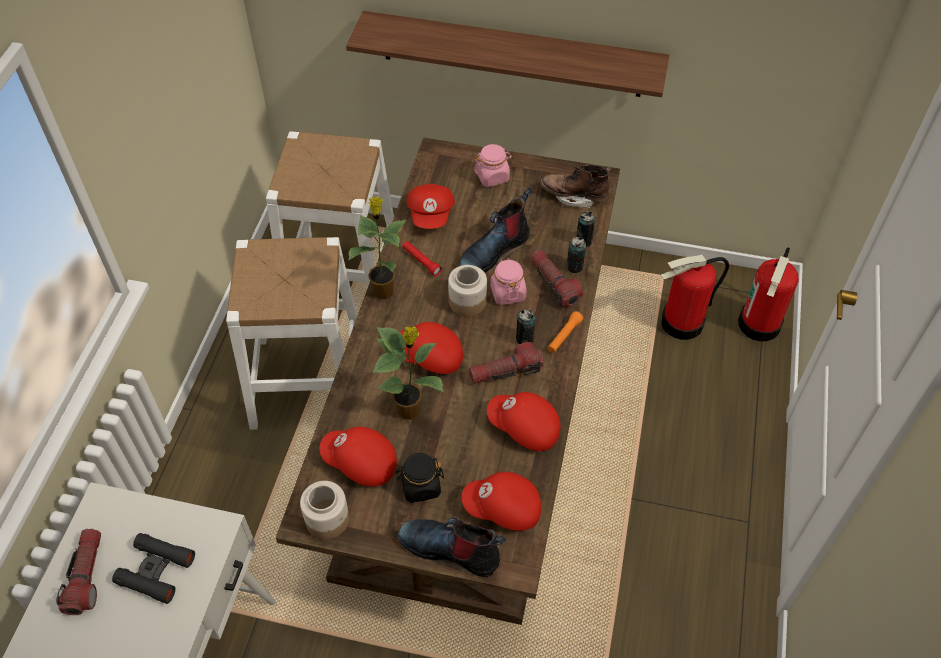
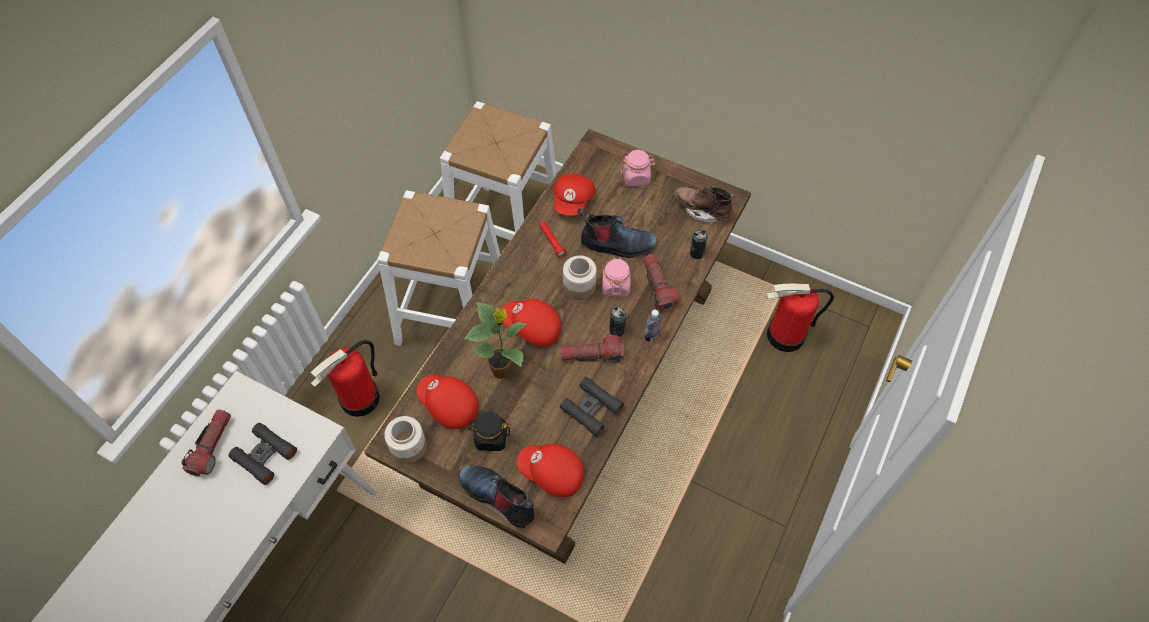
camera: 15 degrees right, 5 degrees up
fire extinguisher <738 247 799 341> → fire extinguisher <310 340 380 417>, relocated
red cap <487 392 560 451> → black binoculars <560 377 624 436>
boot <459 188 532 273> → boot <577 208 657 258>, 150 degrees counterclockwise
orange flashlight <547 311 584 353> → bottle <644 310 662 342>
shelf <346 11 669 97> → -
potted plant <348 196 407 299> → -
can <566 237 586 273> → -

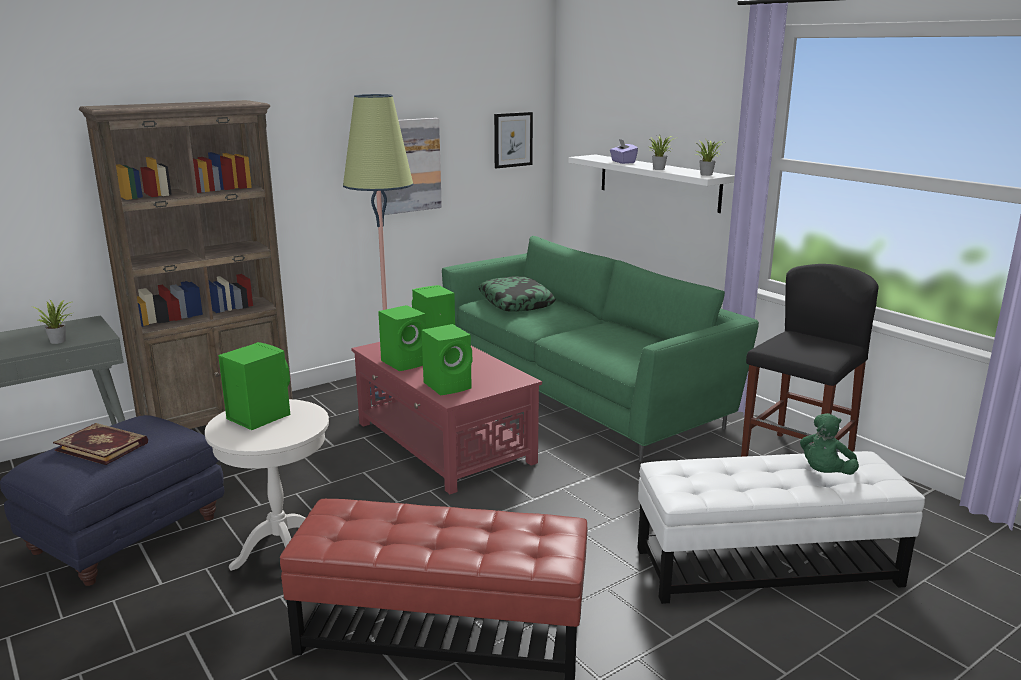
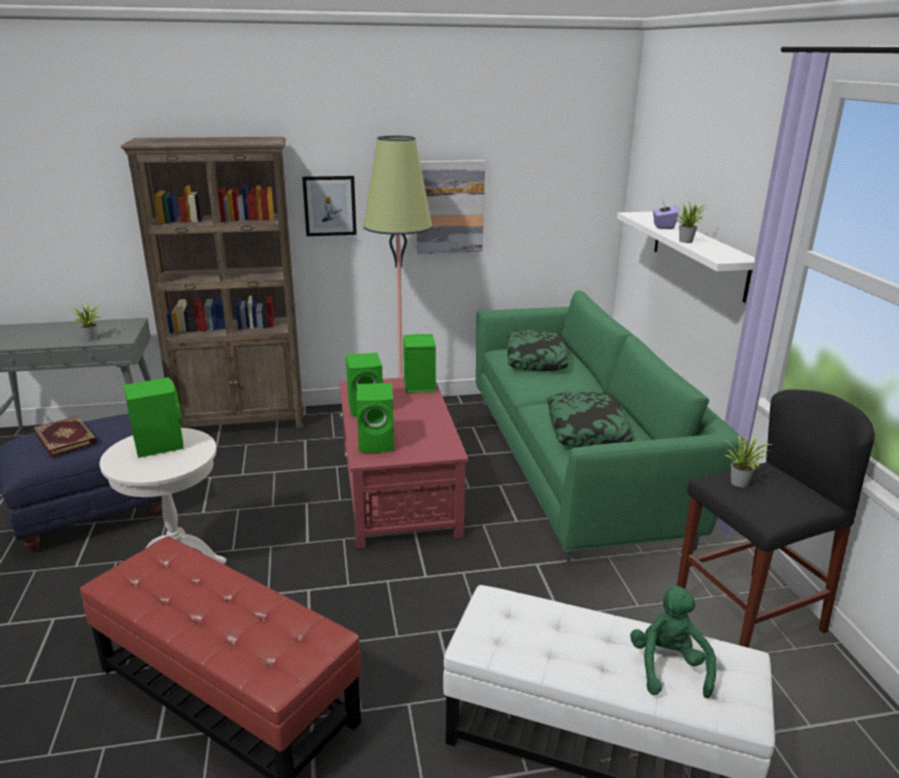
camera: 25 degrees right, 5 degrees up
picture <494 112 533 169> → picture <302 176 357 236>, relocated
- → pillow <547 392 633 447>
green plush toy <800 413 859 475> → green plush toy <630 586 717 698>, 120 degrees clockwise
potted plant <695 140 726 176> → potted plant <724 434 772 487>, relocated

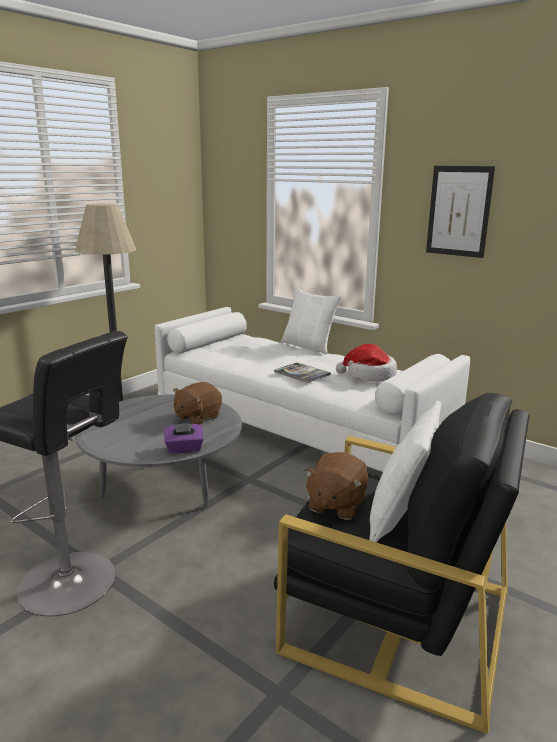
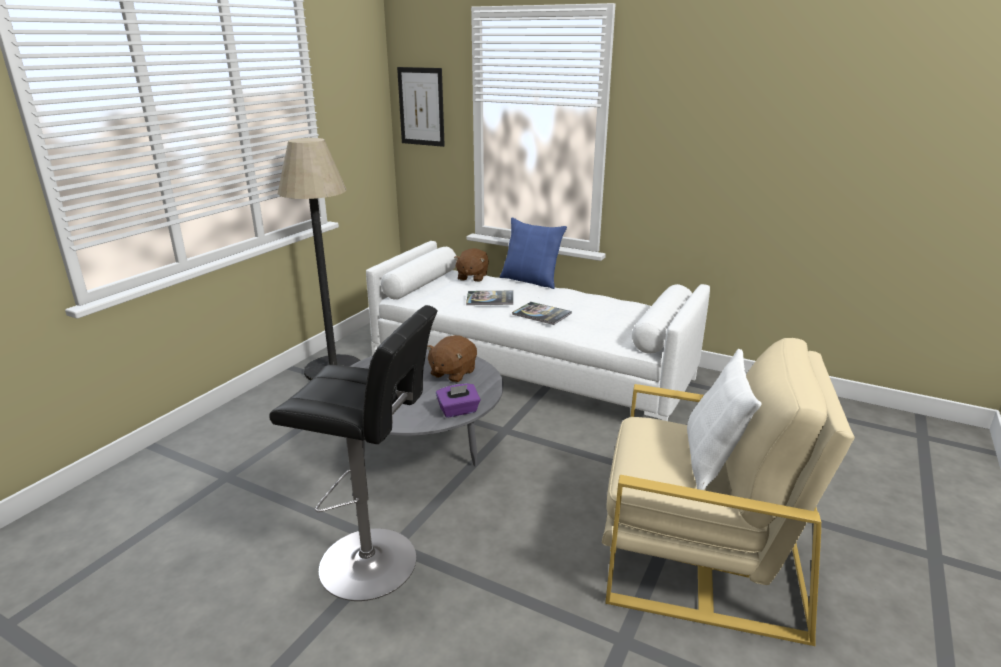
camera: 10 degrees left, 5 degrees up
picture <426 166 495 258> → picture <397 67 445 147>, relocated
brown plush toy <303 452 369 520> → brown plush toy <454 248 489 282>, relocated
- → book <466 291 513 305>
white pillow <281 287 342 354> → blue pillow <500 217 567 289>
black armchair <274 393 530 734> → beige armchair <602 338 855 646>
hat <336 344 397 381> → -

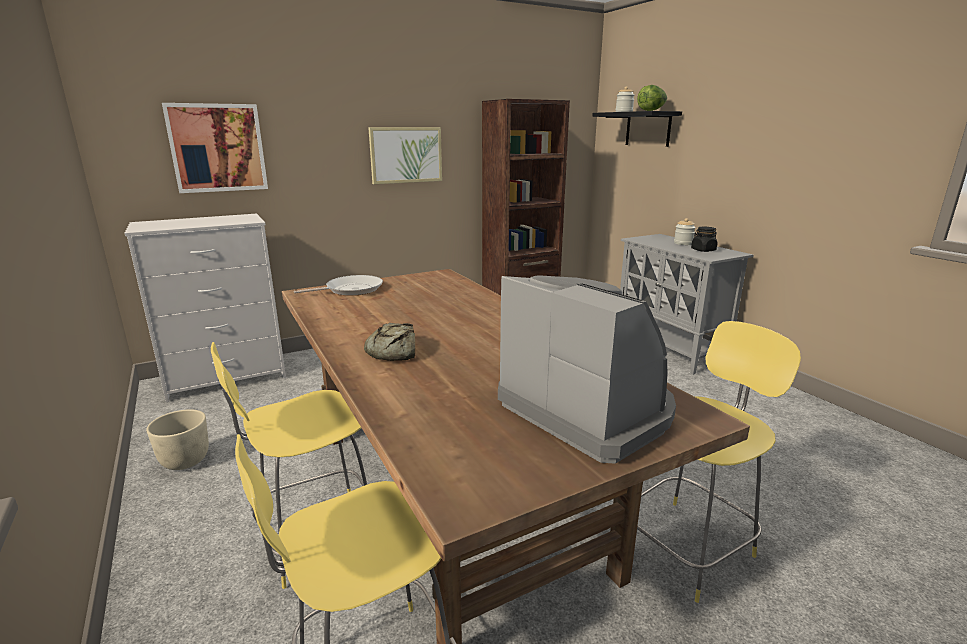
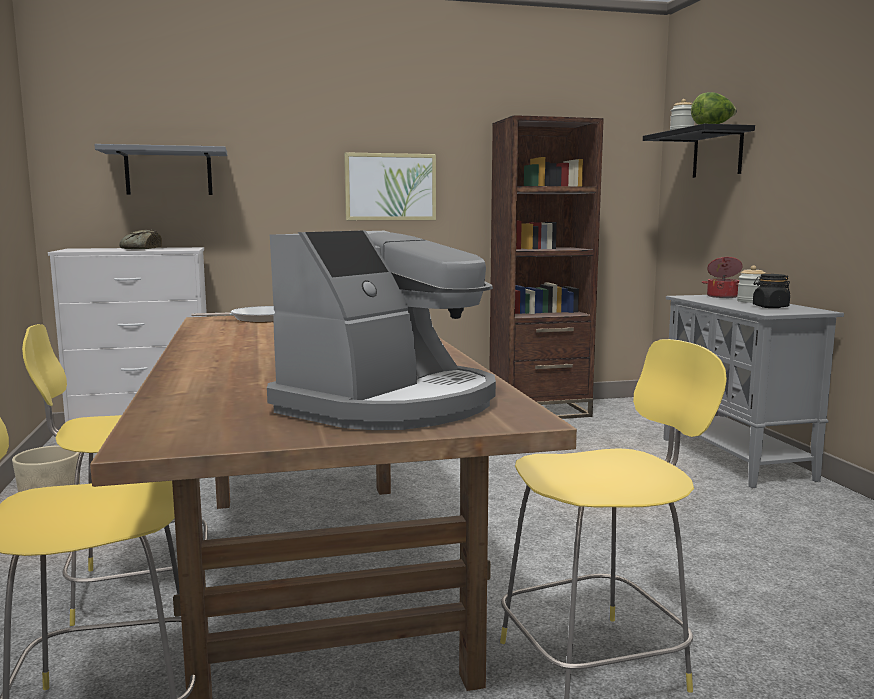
camera: 15 degrees right, 10 degrees down
picture <162 103 268 193> → grey shelf <94 144 227 195>
bread <364 323 415 361> → bread <119 230 162 249>, relocated
coffee machine <498 275 676 464> → coffee machine <267 231 496 430>, 60 degrees clockwise
- → cooking pot <702 257 742 298>

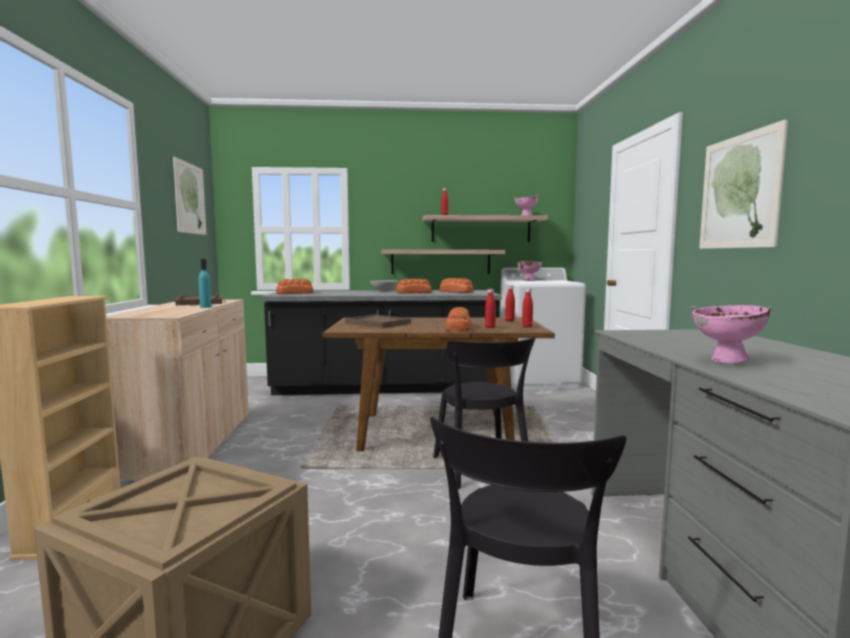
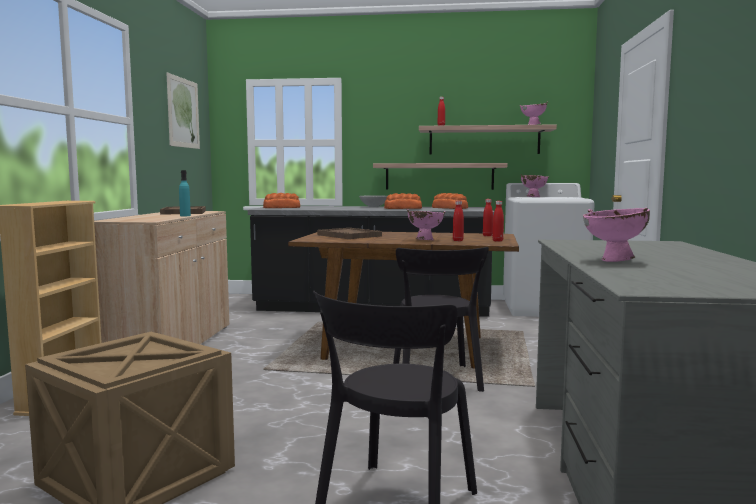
camera: 10 degrees right, 0 degrees up
bread <445 307 471 331> → pink bowl <407 209 445 240>
picture <699 119 788 249> → -

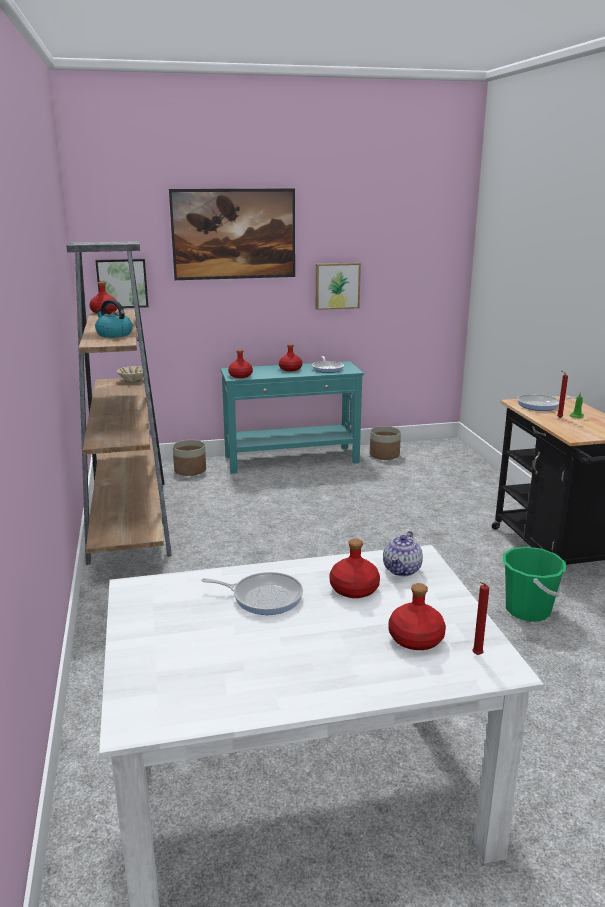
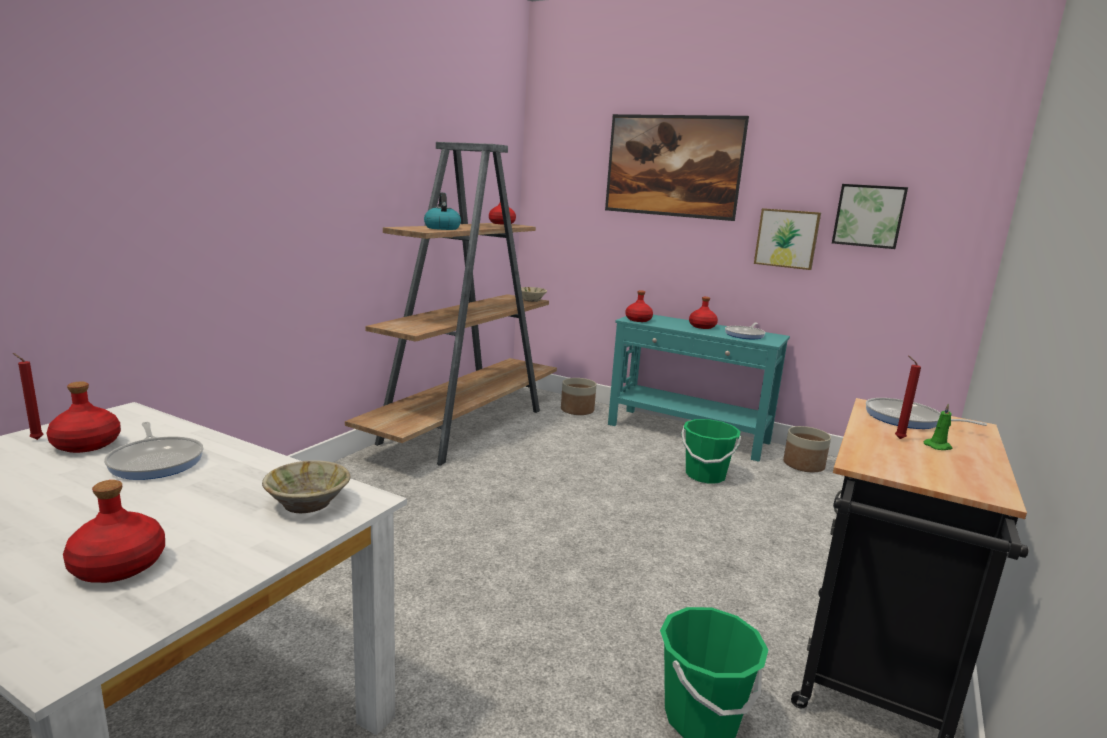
camera: 40 degrees right, 5 degrees down
red candle <473 582 489 655> → red candle <13 353 44 440>, relocated
red bottle <330 539 380 598> → red bottle <47 382 121 453>, relocated
teapot <383 531 423 576> → beige bowl <262 460 350 513>
- → green bucket <681 419 741 484>
picture <95 259 148 308> → picture <832 184 908 249>, relocated

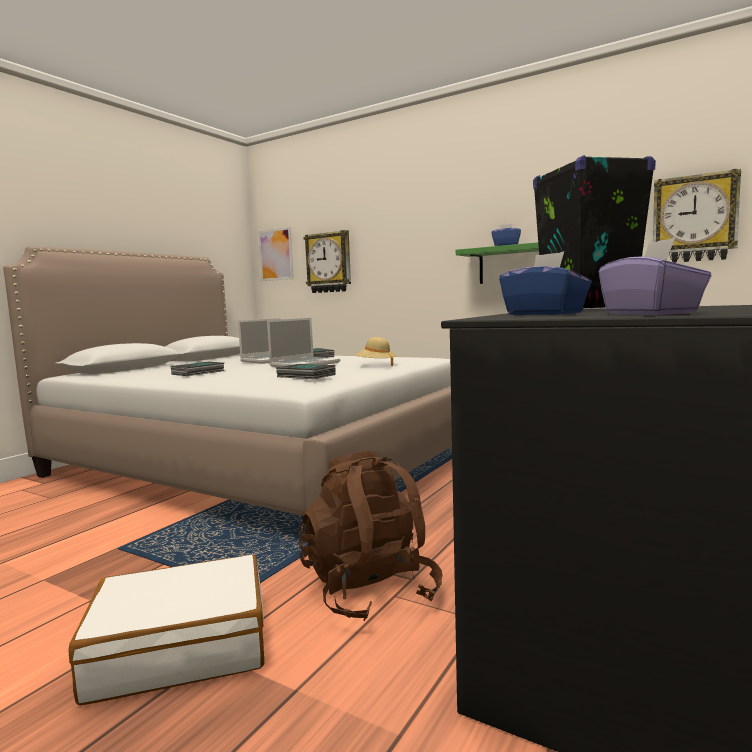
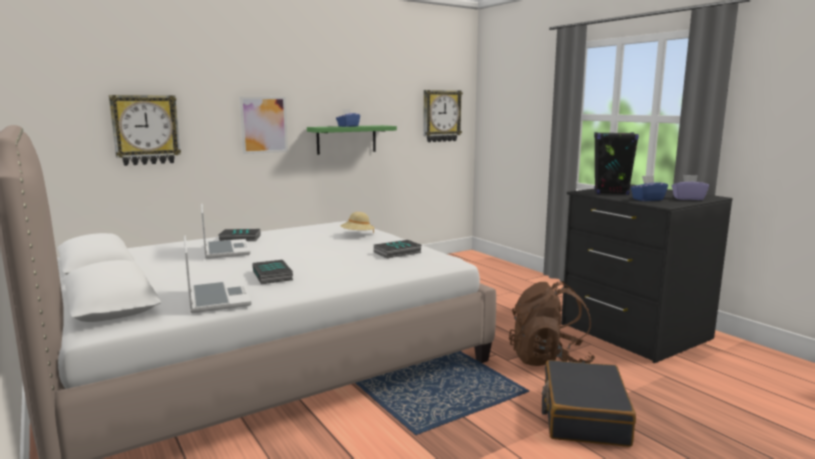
camera: 65 degrees left, 5 degrees up
laptop <267 318 340 367> → laptop <184 235 251 313>, relocated
picture <258 227 294 281> → picture <239 96 288 154>, relocated
white suitcase <68 554 264 706> → black suitcase <542 360 636 447>

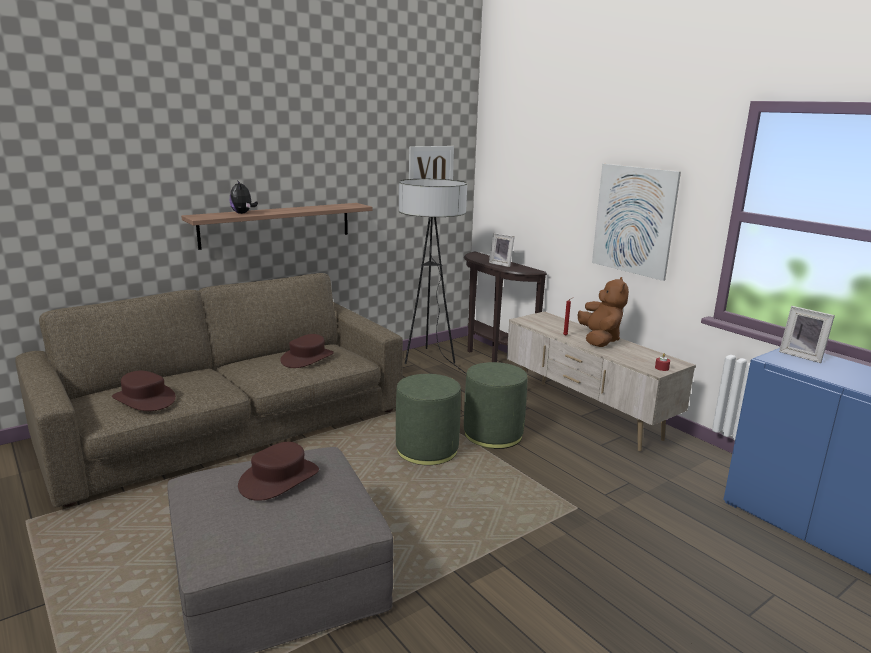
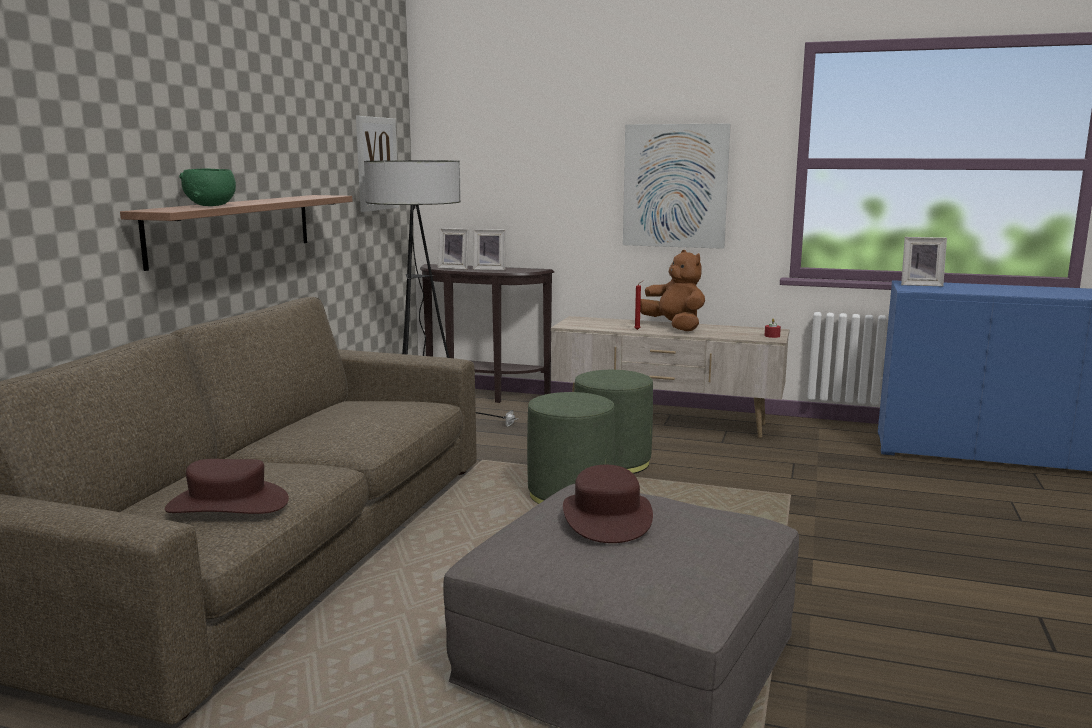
camera: 35 degrees left, 5 degrees down
plush toy <230 180 258 214> → green bowl <179 168 236 206>
- → picture frame <437 228 469 270>
brown hat <280 334 334 368> → -

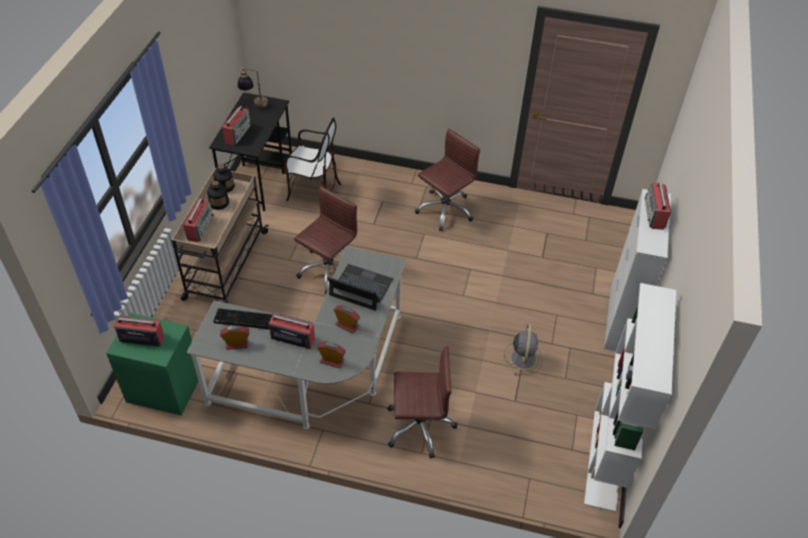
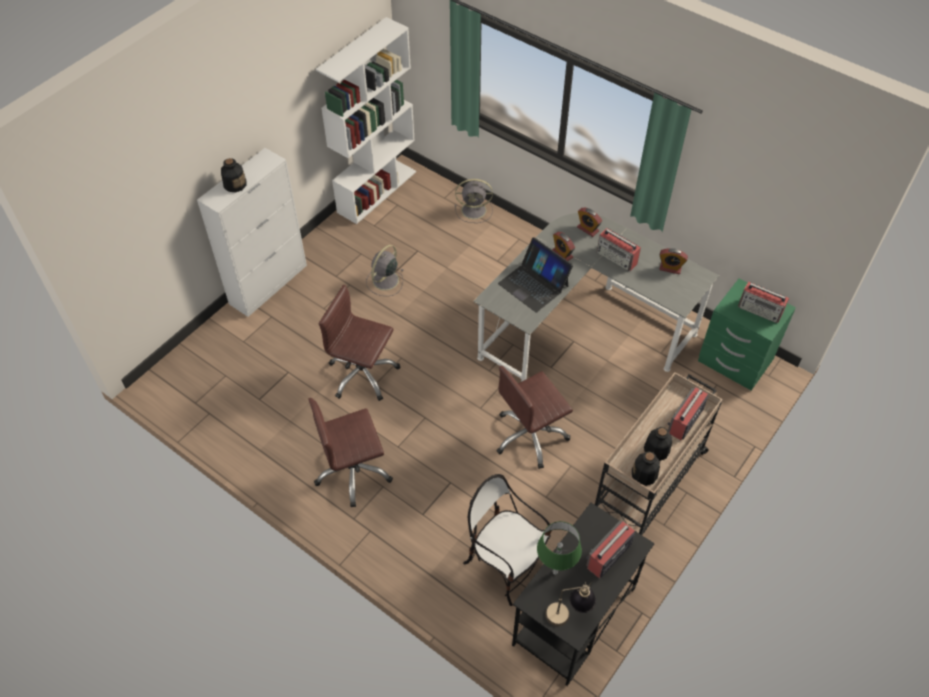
camera: 155 degrees left, 5 degrees up
radio <644 182 671 230> → bottle <221 158 247 193>
brown office chair <387 346 457 459> → brown office chair <319 285 400 401>, relocated
- → grey fan <455 179 493 223>
- → green table lamp <537 521 582 575>
keyboard <213 308 273 329> → -

